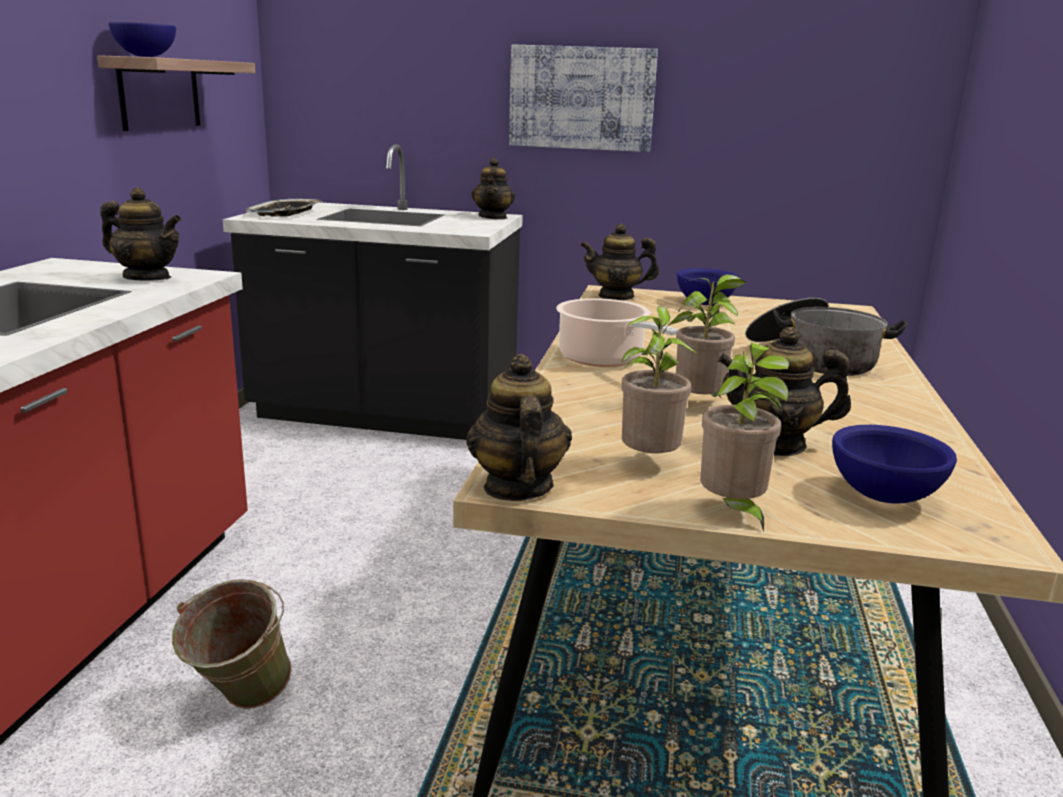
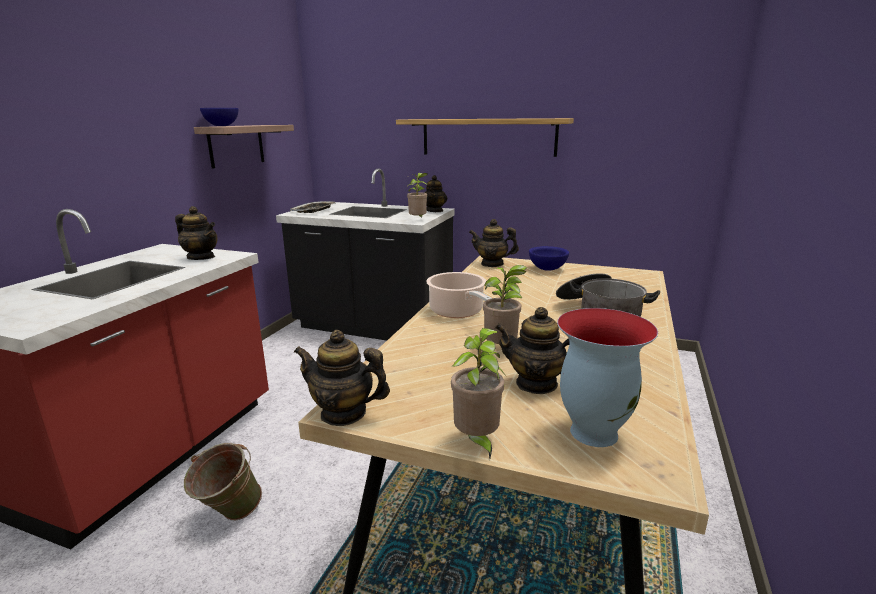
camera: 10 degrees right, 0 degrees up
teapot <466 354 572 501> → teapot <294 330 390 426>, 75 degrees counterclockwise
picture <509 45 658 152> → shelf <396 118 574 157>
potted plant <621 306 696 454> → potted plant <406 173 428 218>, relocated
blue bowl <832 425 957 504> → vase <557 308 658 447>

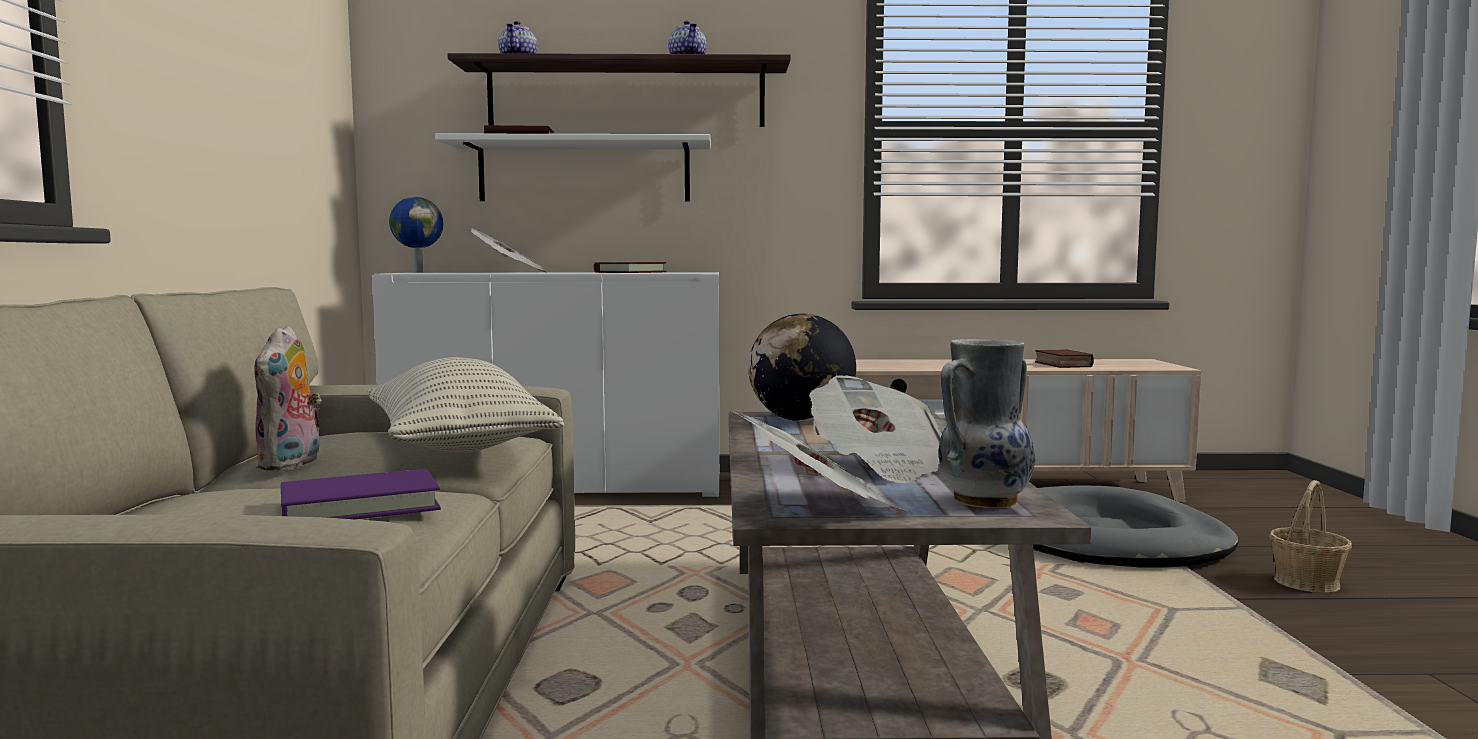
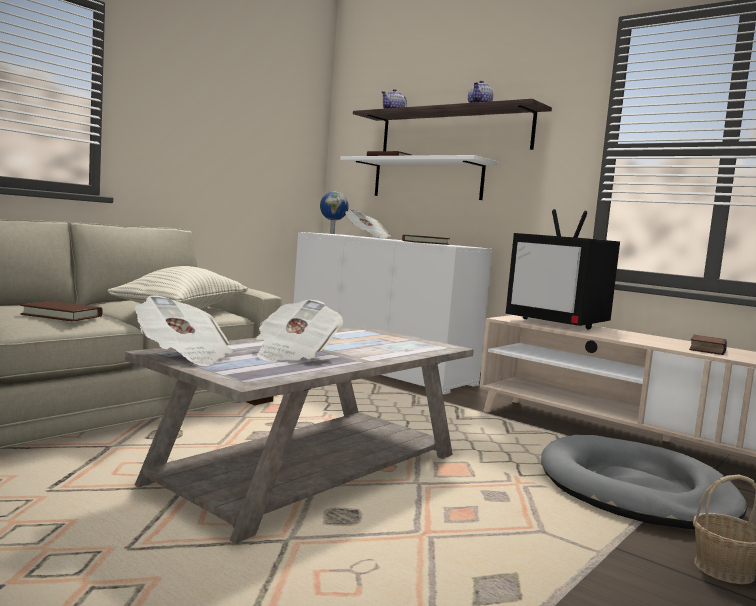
camera: 40 degrees right, 0 degrees up
purple book <281 469 441 519> → brown book <20 301 103 322>
- → television <506 209 620 330>
plush toy <254 325 322 470> → -
globe <748 314 856 421> → -
vase <938 339 1036 508> → -

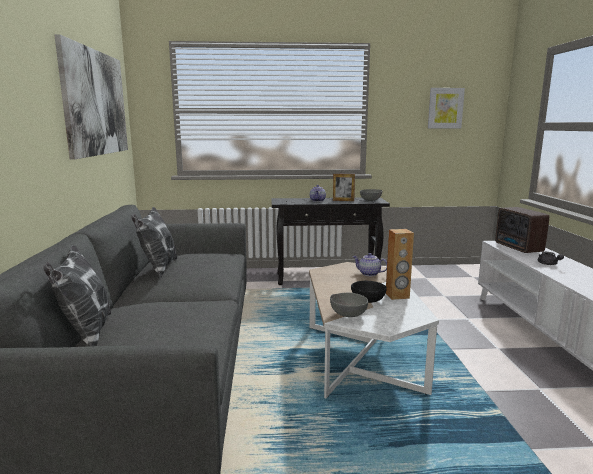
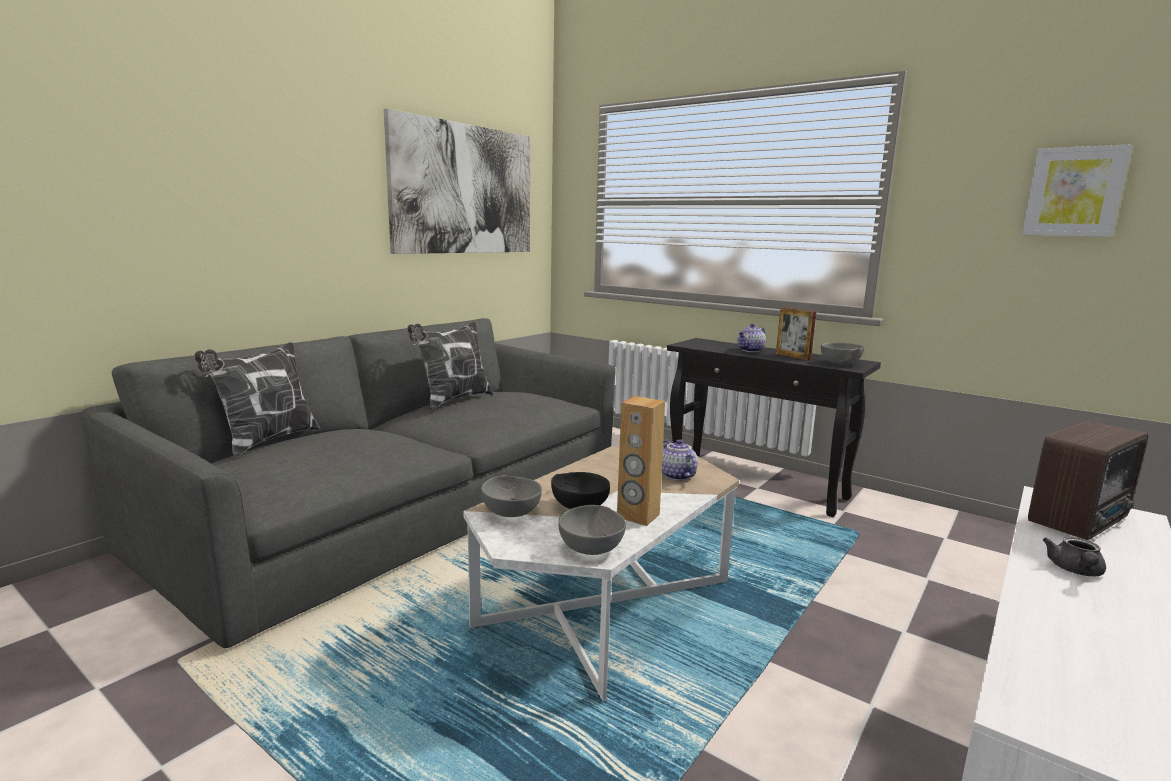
camera: 40 degrees right, 0 degrees up
- → grey bowl <558 505 626 555>
radio <495 207 549 253> → radio <1028 421 1148 540>, 150 degrees counterclockwise

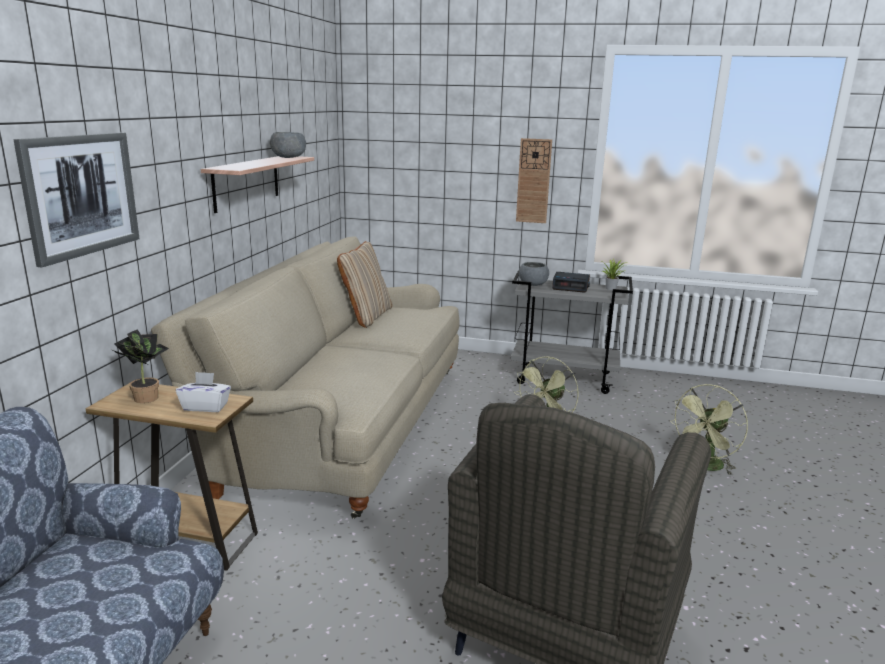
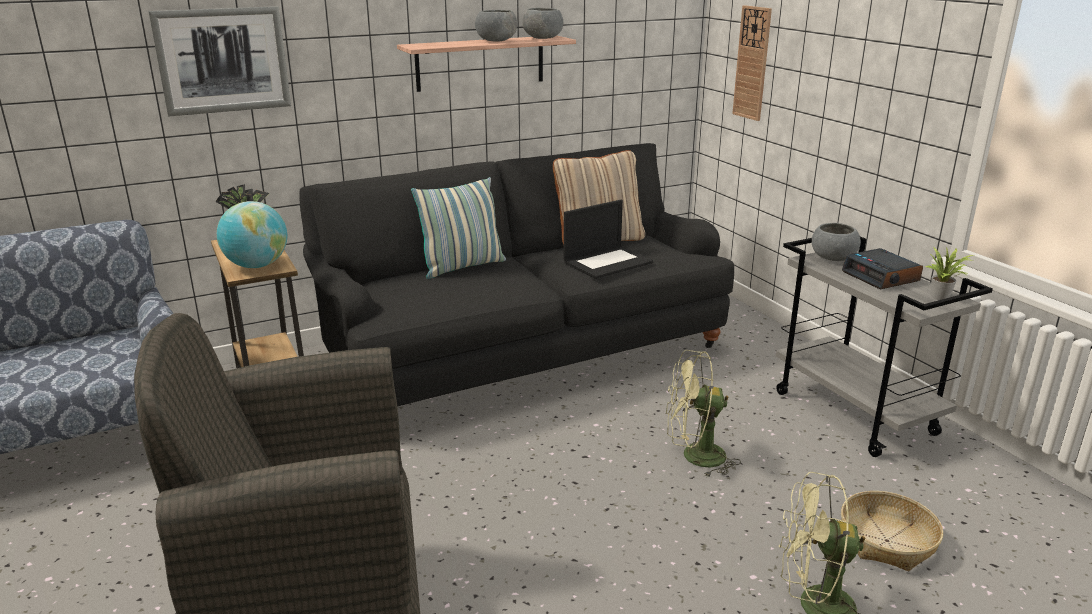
camera: 50 degrees right, 5 degrees up
white tissue box <176 372 231 412> → globe <217 201 287 268>
beige sofa <151 237 460 519> → black sofa <299 143 734 406>
- → pillow <411 177 506 279>
- → grey bowl <475 10 518 42>
- → laptop <563 200 653 279>
wall clock <516 138 552 223> → wall clock <732 5 772 121>, relocated
- → basket <841 491 943 571>

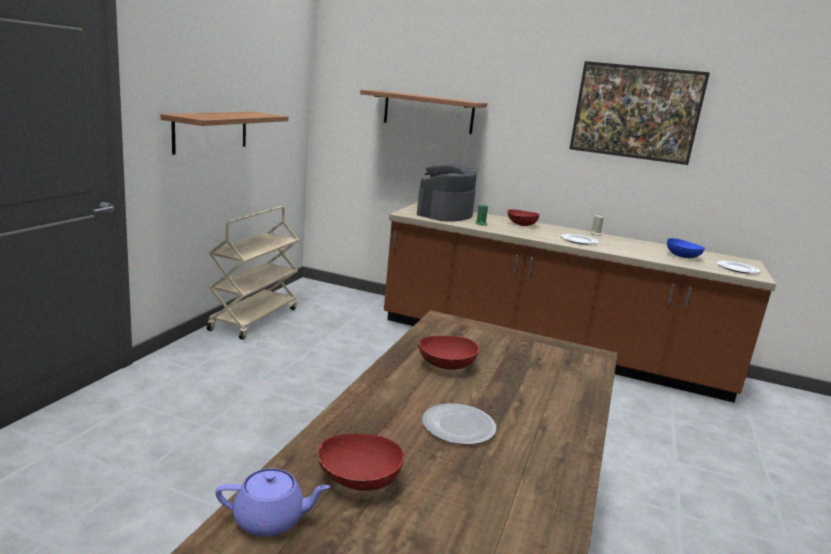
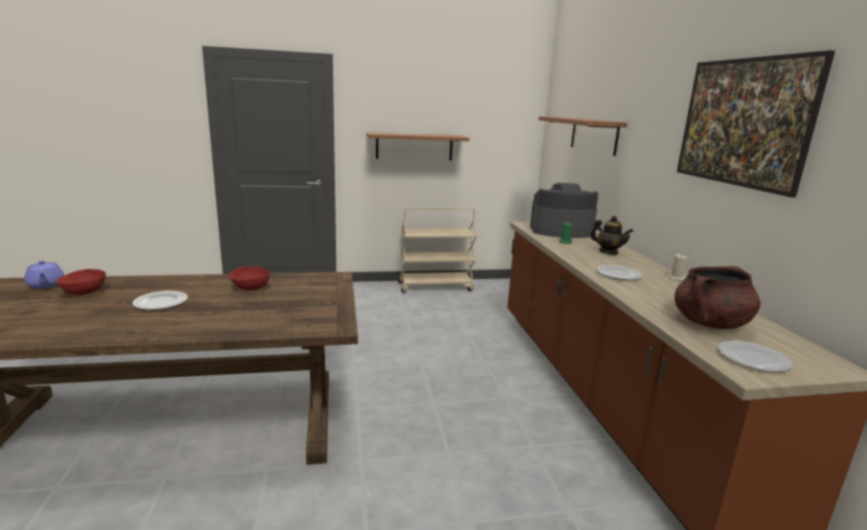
camera: 60 degrees right, 0 degrees up
red bowl <507 209 539 226> → teapot <590 216 633 254>
blue bowl <667 238 705 258> → brown cooking pot <674 266 761 329>

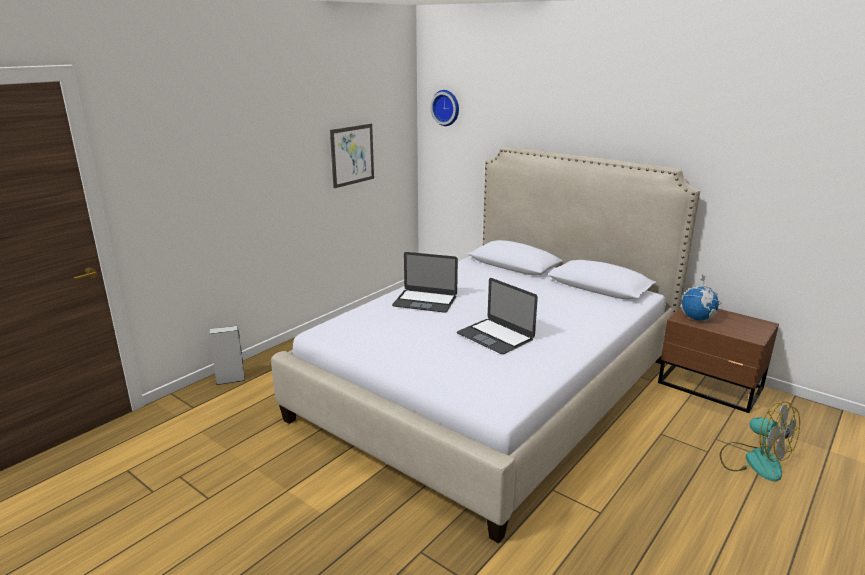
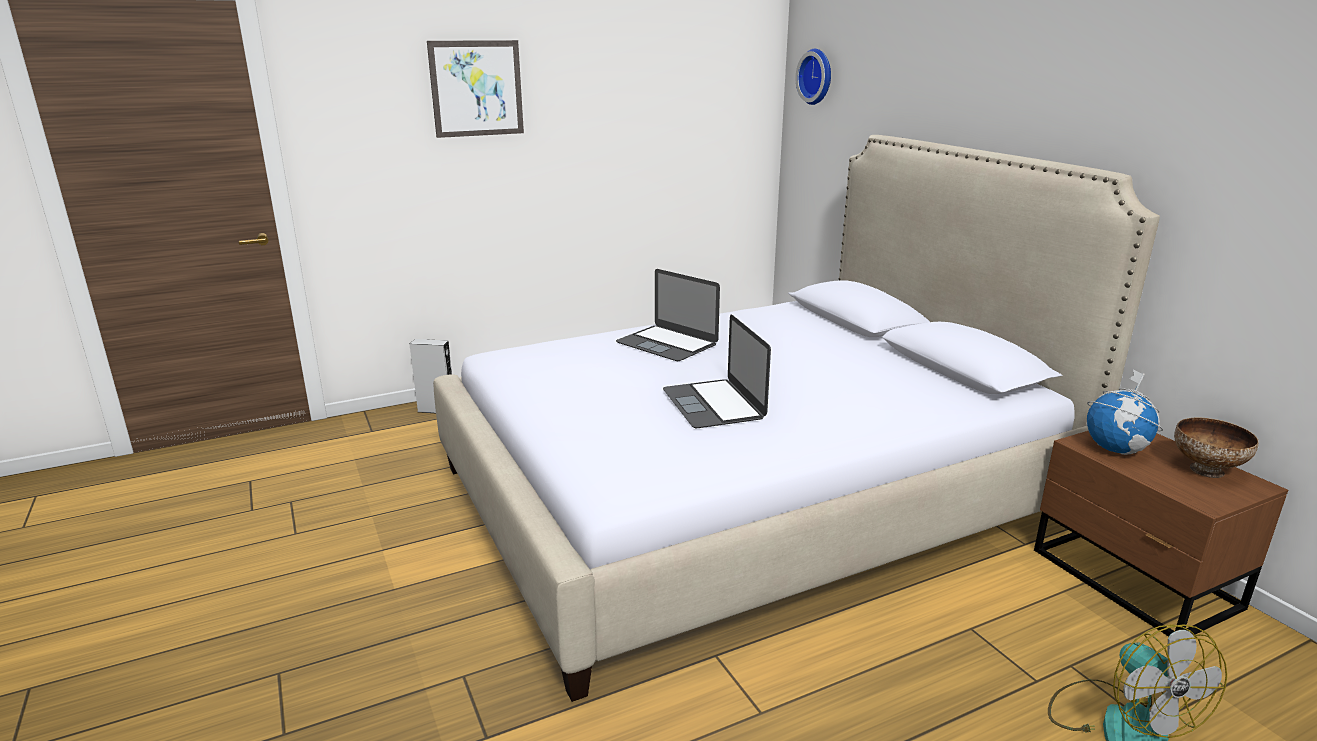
camera: 25 degrees right, 0 degrees up
picture <330 124 374 188> → picture <427 40 524 138>, relocated
- → bowl <1174 418 1259 478>

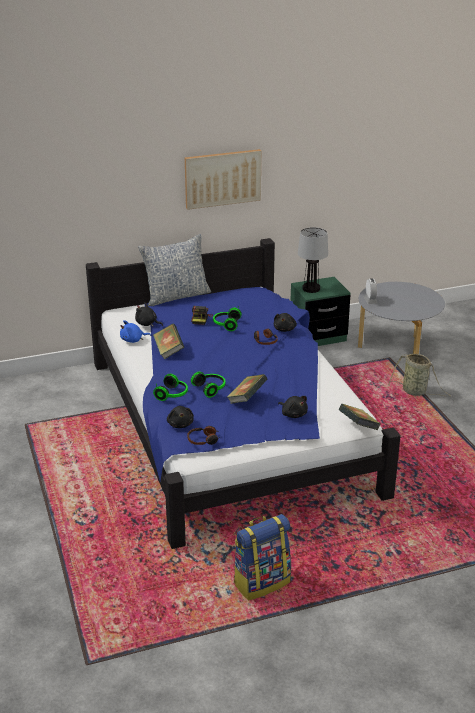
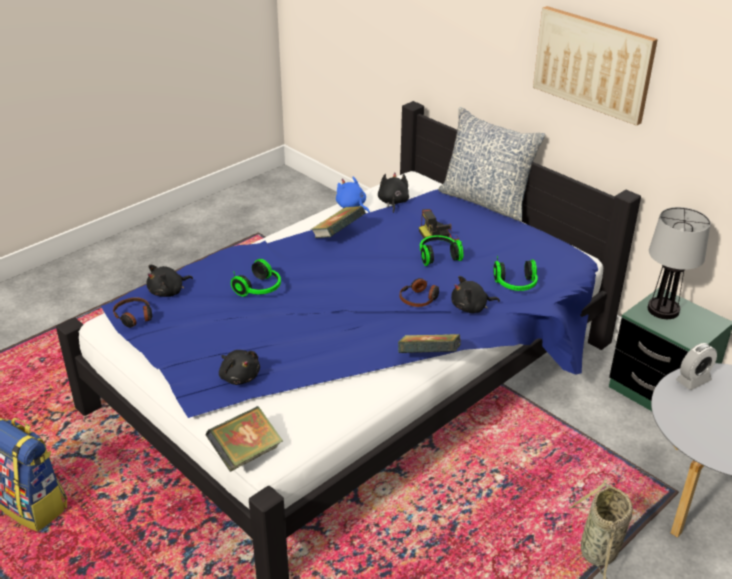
camera: 65 degrees right, 5 degrees up
black plush toy <278 396 308 418> → black plush toy <219 350 260 385>, 60 degrees counterclockwise
book <227 374 268 404> → book <398 334 461 353>, relocated
headphones <153 374 188 401> → headphones <493 256 538 291>, relocated

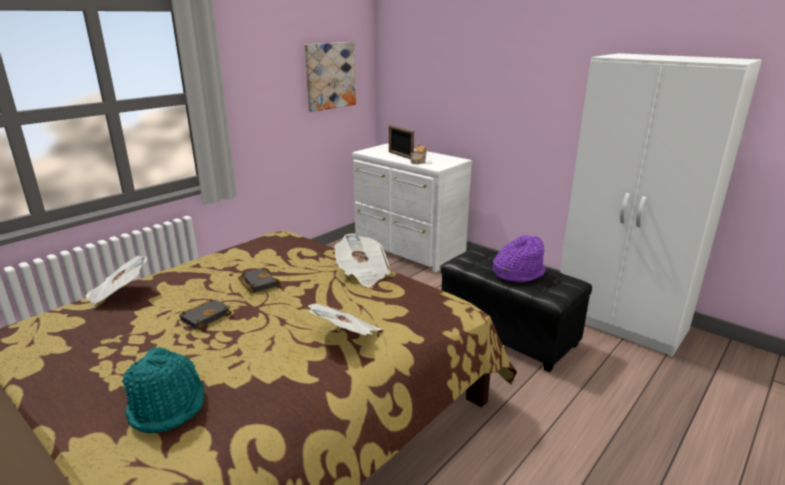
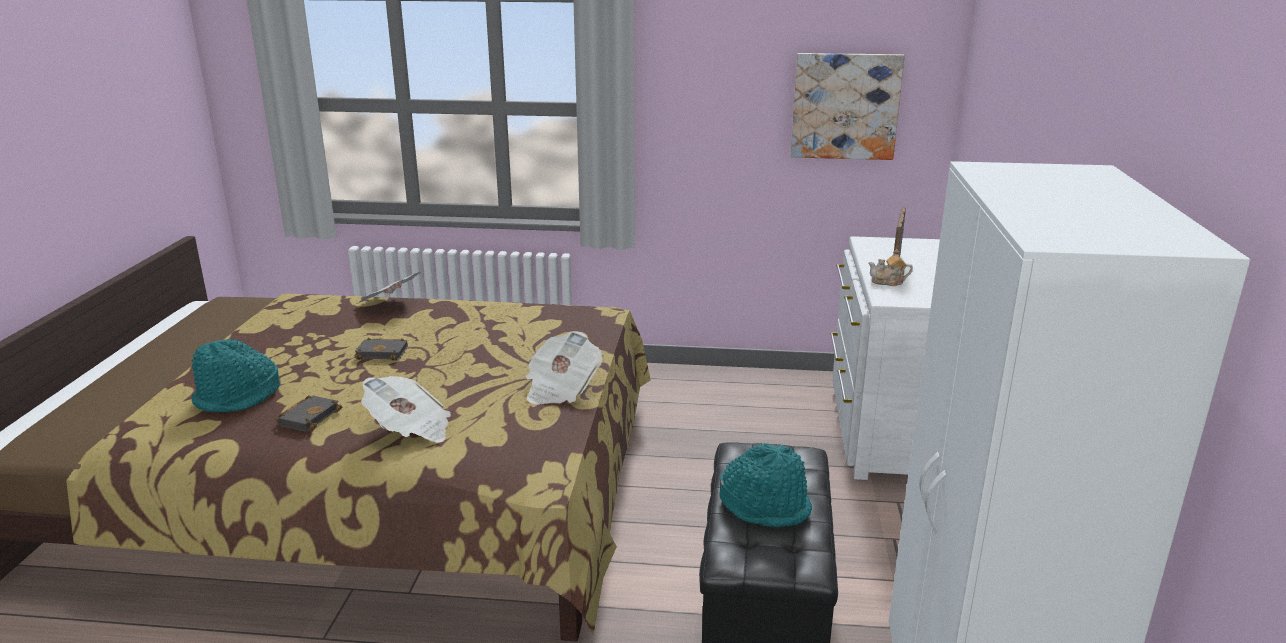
camera: 55 degrees right, 0 degrees up
black book <238 268 280 293> → black book <275 395 342 432>, relocated
purple hat <493 234 546 282> → turquoise hat <720 443 812 527>

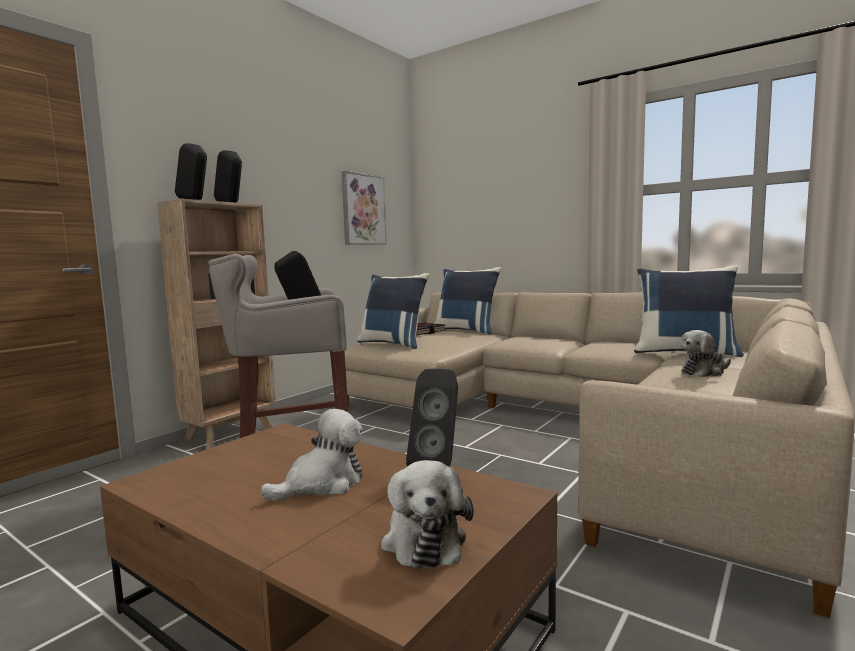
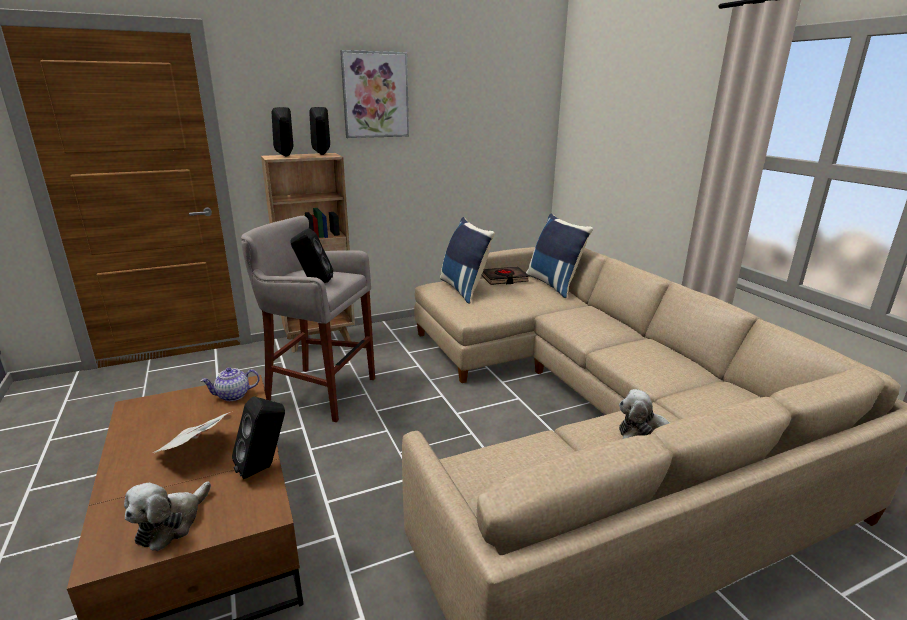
camera: 30 degrees right, 15 degrees up
plush toy <260 409 363 501> → newspaper <153 412 230 453>
- → teapot <201 367 260 401>
picture <342 171 387 245> → picture <340 50 409 138>, relocated
blue pillow <634 265 744 357> → -

